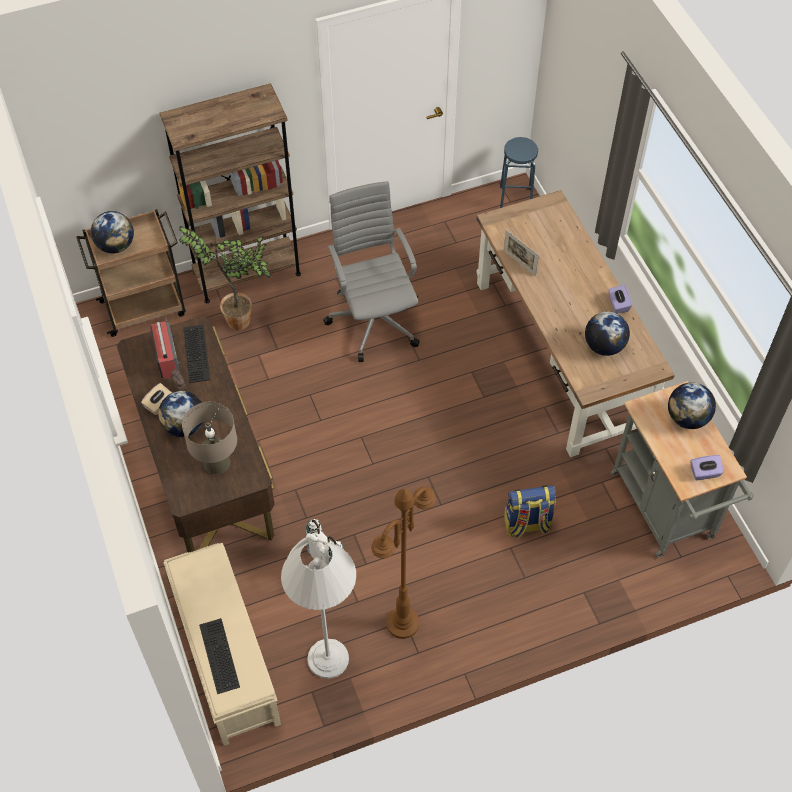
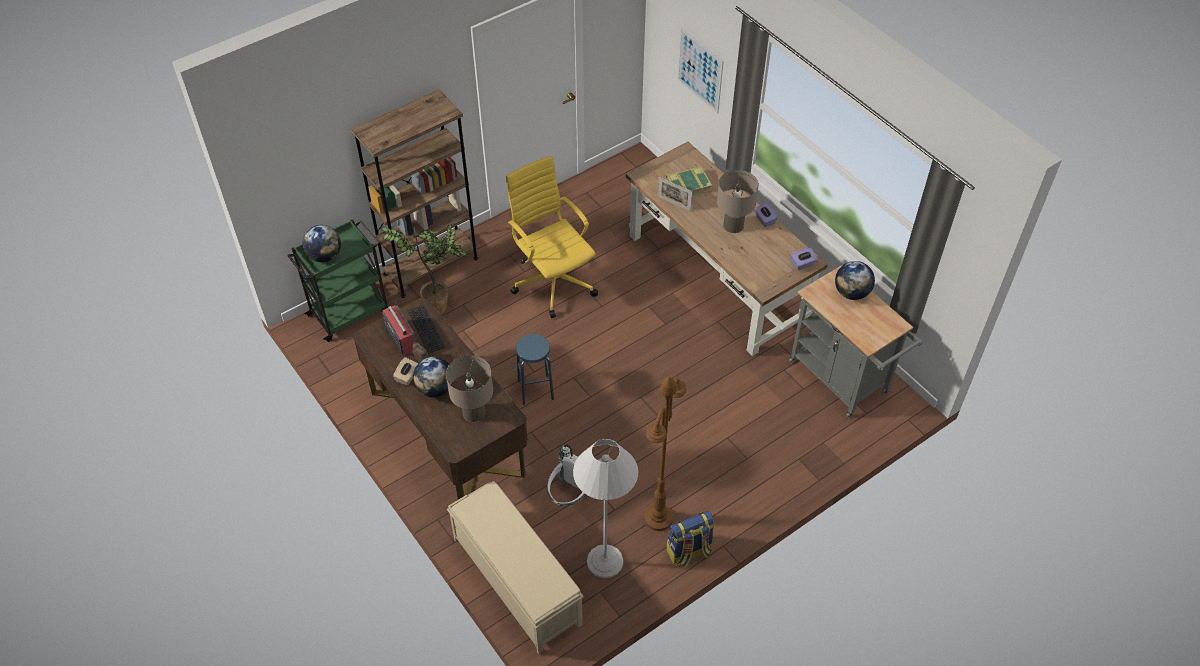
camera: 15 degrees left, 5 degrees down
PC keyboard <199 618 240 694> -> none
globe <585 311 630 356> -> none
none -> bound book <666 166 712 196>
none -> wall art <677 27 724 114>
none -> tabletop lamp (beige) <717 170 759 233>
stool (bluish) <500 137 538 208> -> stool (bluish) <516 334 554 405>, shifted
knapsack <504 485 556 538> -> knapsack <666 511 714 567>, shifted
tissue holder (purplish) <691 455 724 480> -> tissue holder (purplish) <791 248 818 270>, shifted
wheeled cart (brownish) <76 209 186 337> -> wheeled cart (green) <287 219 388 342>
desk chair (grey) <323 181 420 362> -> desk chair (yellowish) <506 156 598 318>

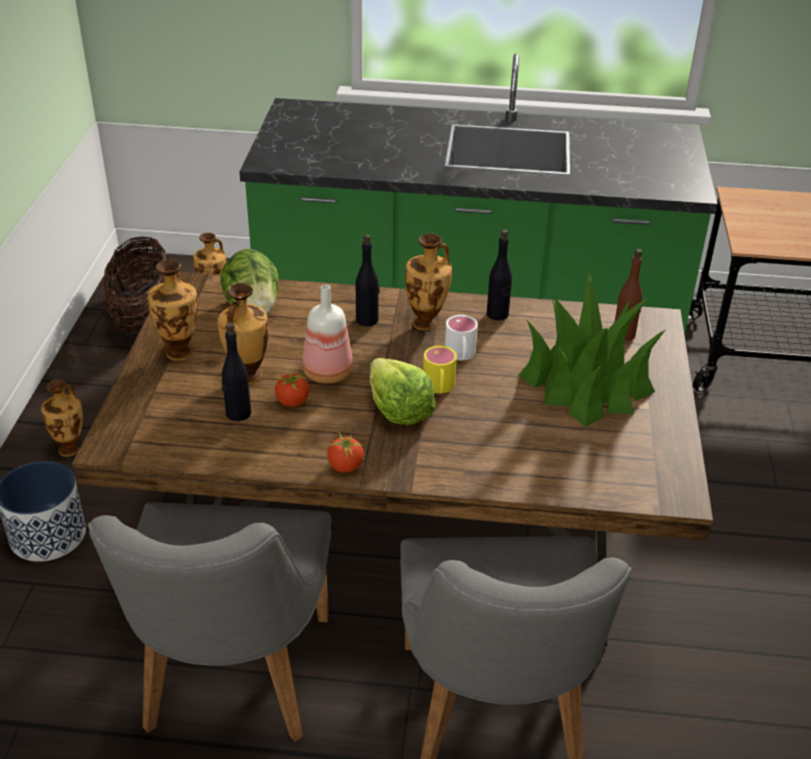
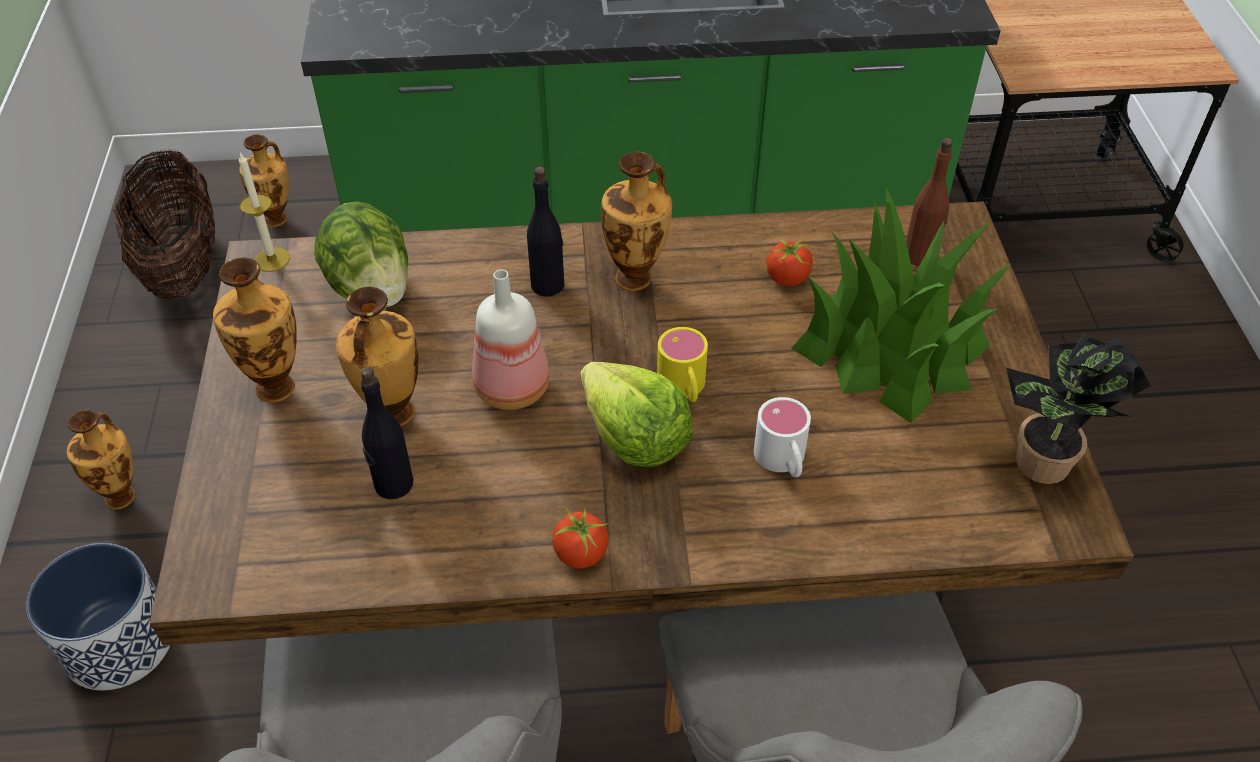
camera: 10 degrees left, 10 degrees up
bottle (black) <487 229 512 320> -> none
none -> candle <239 152 290 272>
none -> potted plant <1006 334 1151 484>
whole tomato <272 371 310 406> -> whole tomato <766 237 813 286>, shifted
coffee mug (white-coloured) <445 315 478 361> -> coffee mug (white-coloured) <754 397 811 477>, shifted

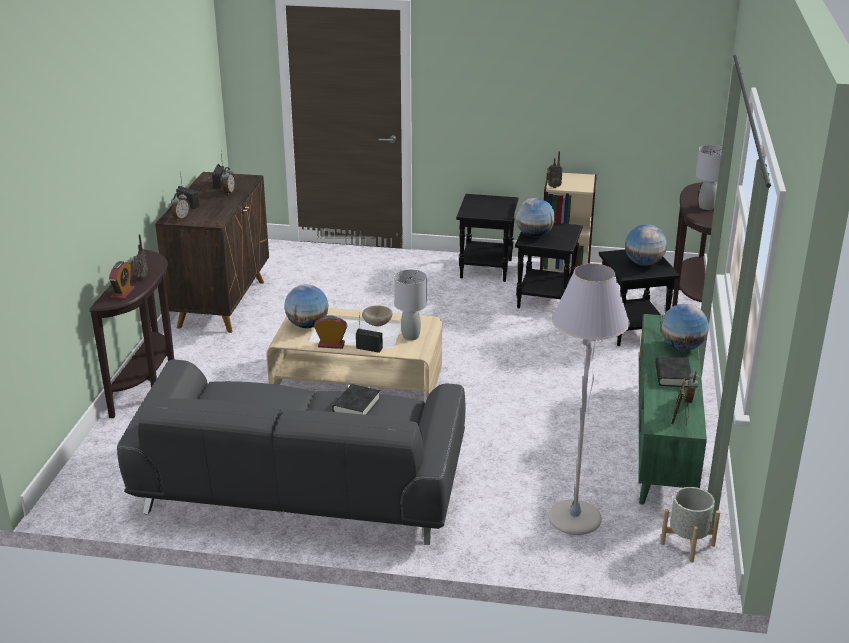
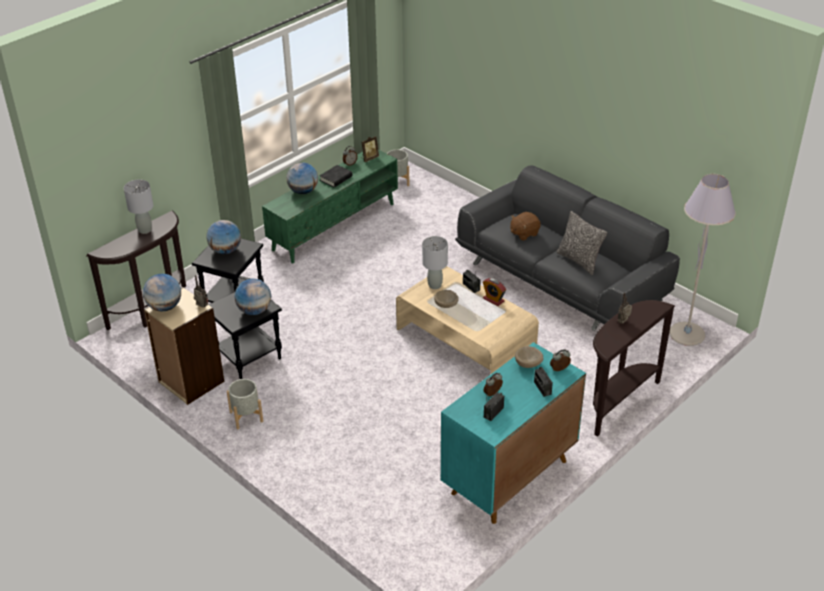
camera: 145 degrees left, 10 degrees up
table clock <109 261 135 300> -> none
none -> deep dish (beige) <515 346 543 368>
none -> cushion <557 211 607 275>
globe <284 284 328 328> -> globe <143 274 181 311>, shifted
floor lamp (grey) <548 263 630 535> -> floor lamp (grey) <669 174 736 346>, shifted
bound book (black) <332 384 380 415> -> plush toy (brownish) <510 212 541 241>
side table (black) <456 194 518 282> -> planter (grey) <227 379 263 430>
cupboard (brownish) <155 172 269 333> -> cupboard (turquoise) <441 342 586 524>

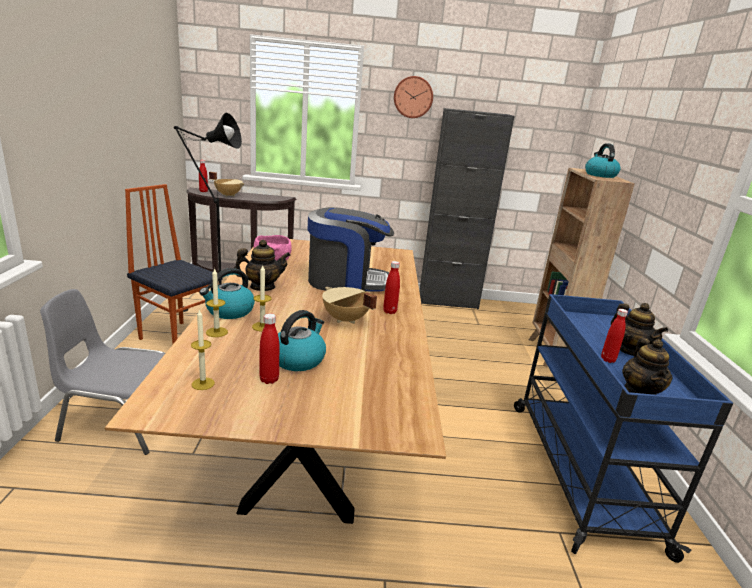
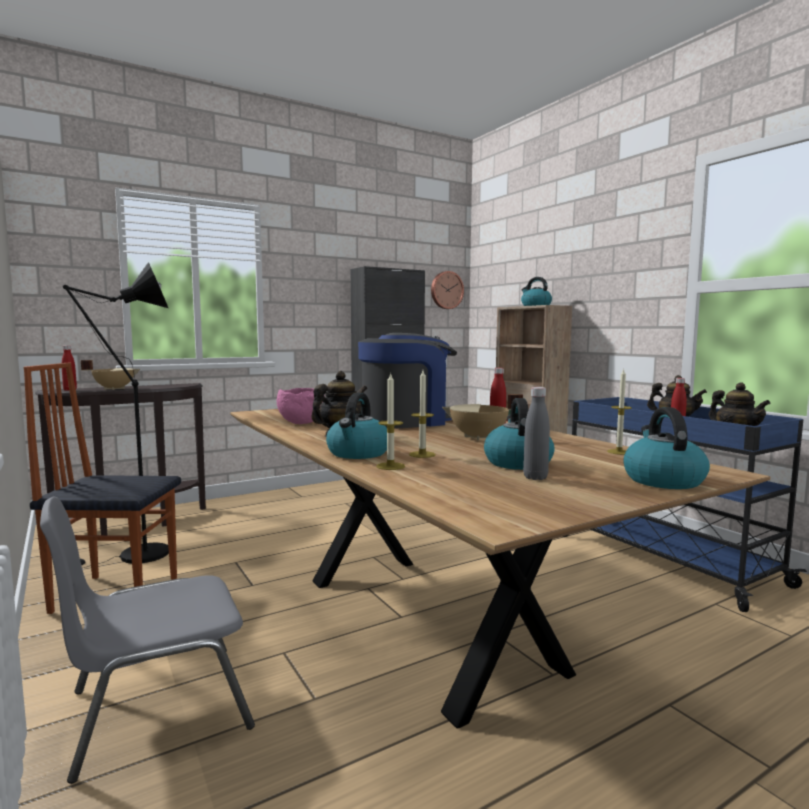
camera: 30 degrees left, 15 degrees down
none -> tea kettle <623 407 710 489>
candle <191 309 215 390> -> candle <607 368 632 455>, shifted
hanging clock <394 76 433 118> -> hanging clock <431 271 464 309>, shifted
bottle (red-coloured) <259 314 279 384> -> bottle (grey) <523 387 550 480>

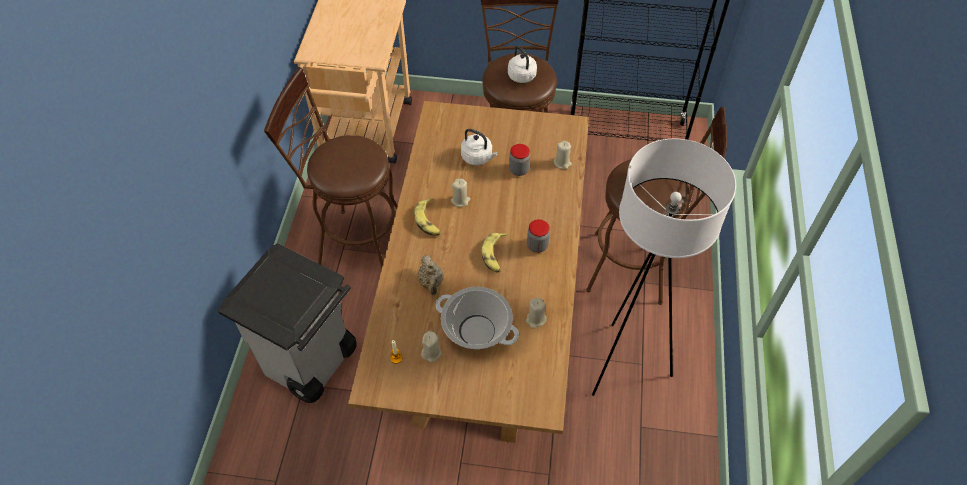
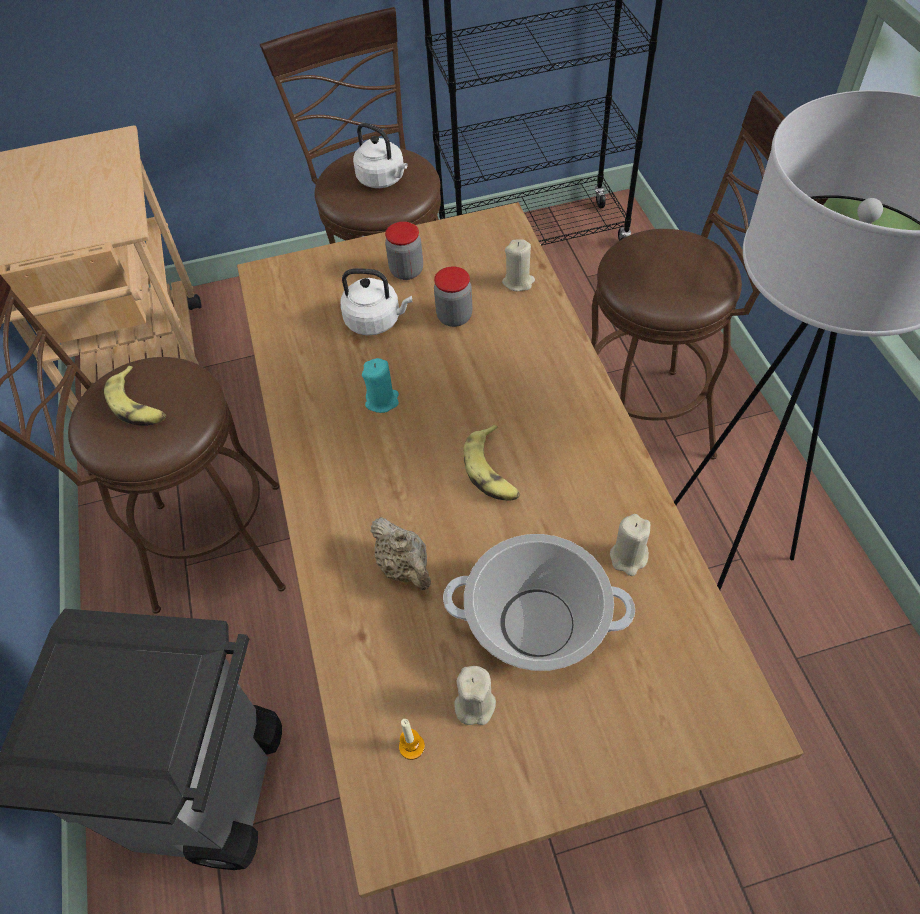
camera: 20 degrees left, 0 degrees up
banana fruit <414 198 441 236> -> banana fruit <104 366 166 426>, shifted
jar <527 219 550 253> -> jar <385 222 423 280>, shifted
candle (beige) <451 179 470 207> -> candle (turquoise) <362 358 399 413>

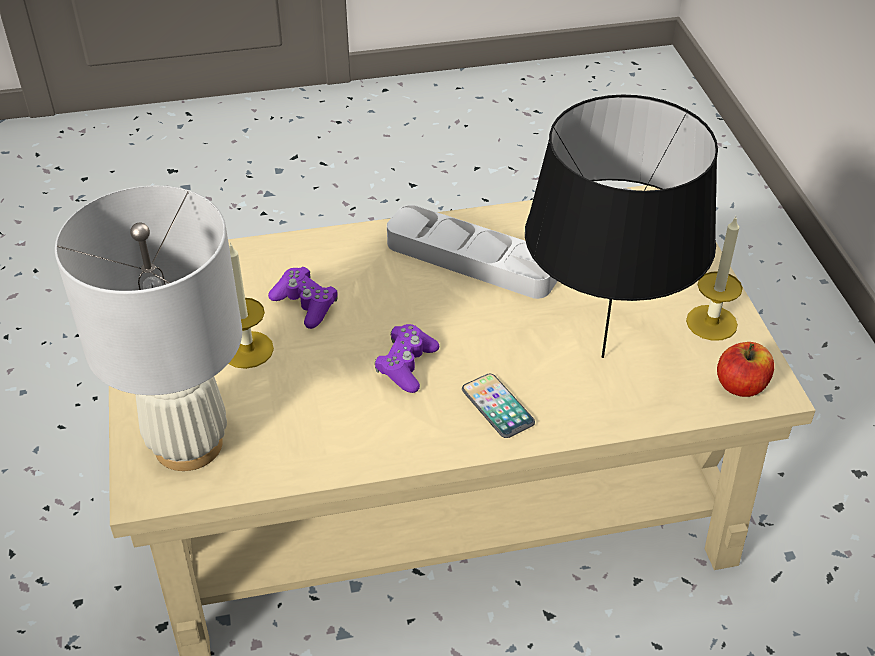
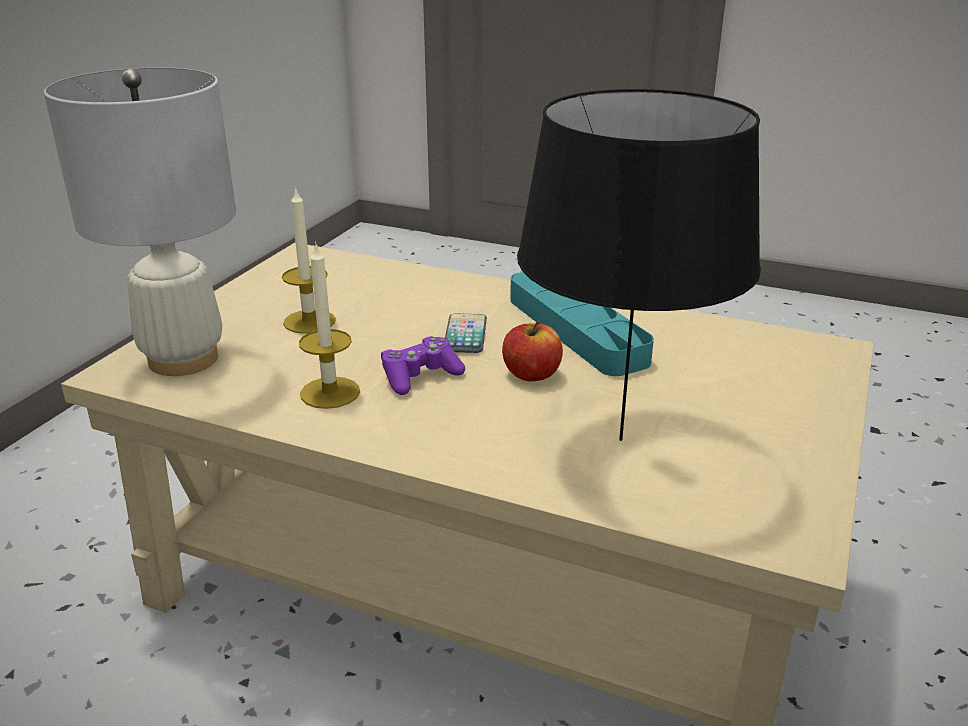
camera: 35 degrees right, 15 degrees down
joypad (purplish) <268 267 338 329> -> none
phone <462 373 535 438> -> phone <445 313 487 353>, shifted
candle <686 216 743 341> -> candle <299 242 360 409>, shifted
apple <717 342 774 397> -> apple <502 321 563 381>, shifted
serving tray (grey) <387 205 558 299> -> serving tray (turquoise) <510 272 654 376>

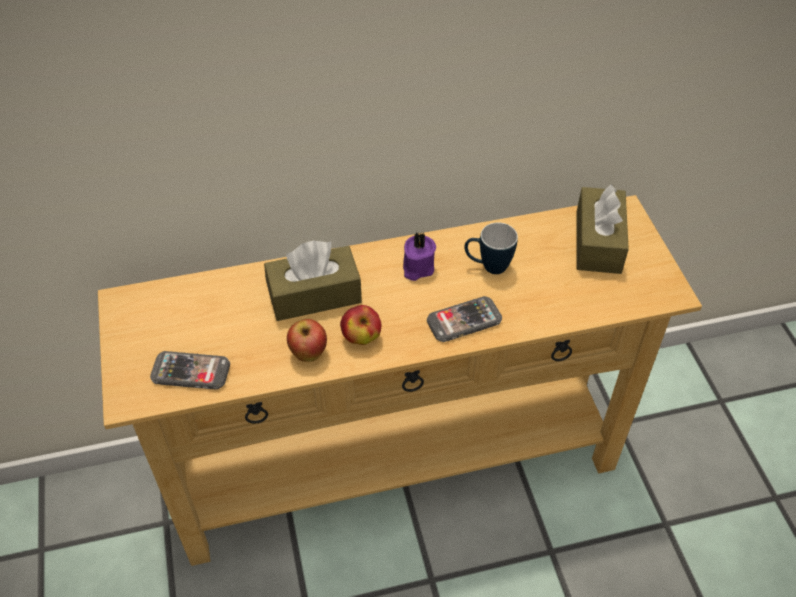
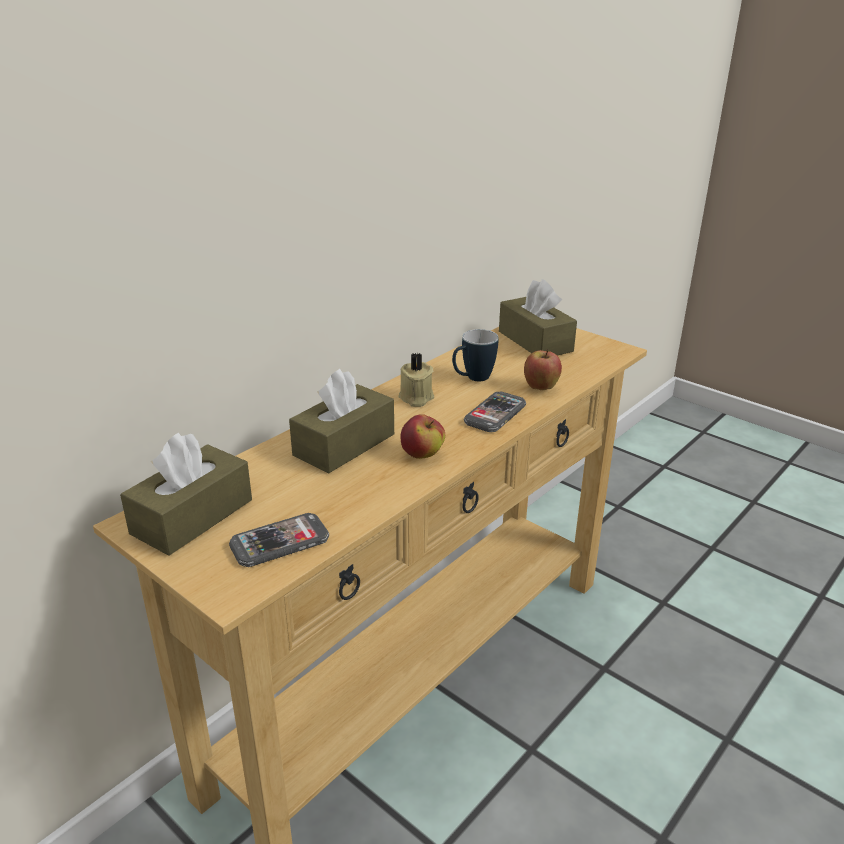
camera: 35 degrees left, 20 degrees down
none -> tissue holder (brownish) <120 432 252 556>
apple <287 319 327 362> -> apple <524 349 562 390>, shifted
candle (purplish) <403 233 436 281> -> candle (beige) <398 353 434 407>

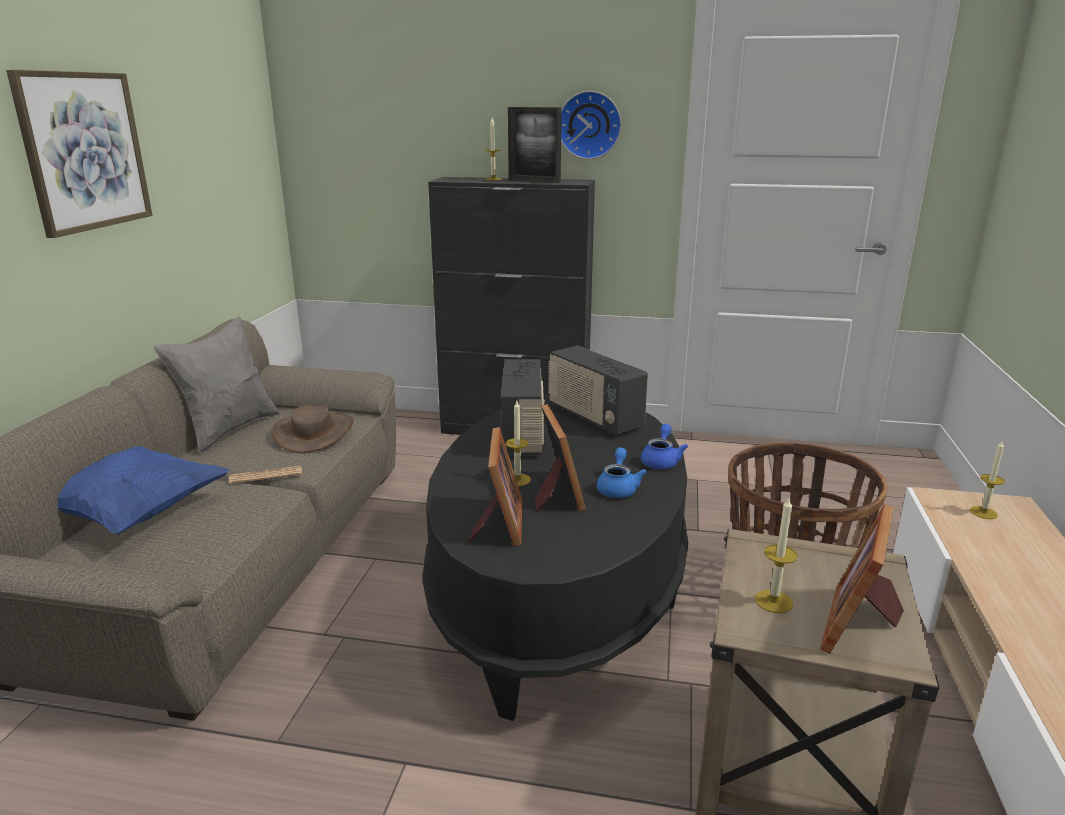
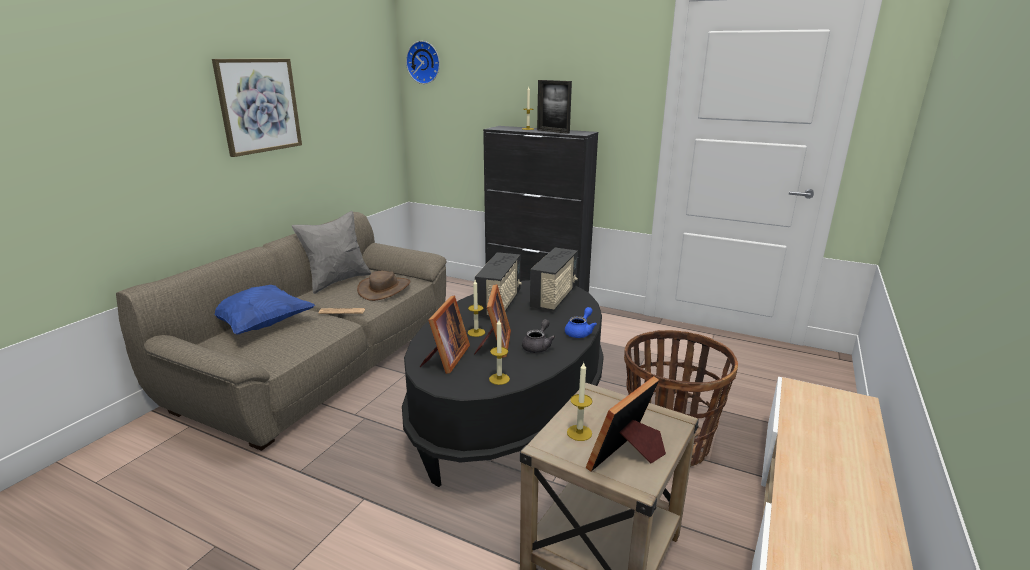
camera: 15 degrees right, 0 degrees up
hanging clock <561 91 622 159> -> hanging clock <406 41 440 84>, shifted
candle <970 440 1005 519> -> candle <489 320 510 385>, shifted
teapot (bluish) <597 447 647 498> -> teapot (grey) <522 319 555 353>
radio receiver <548 345 648 435> -> radio receiver <530 248 578 311>, 135 degrees counterclockwise

